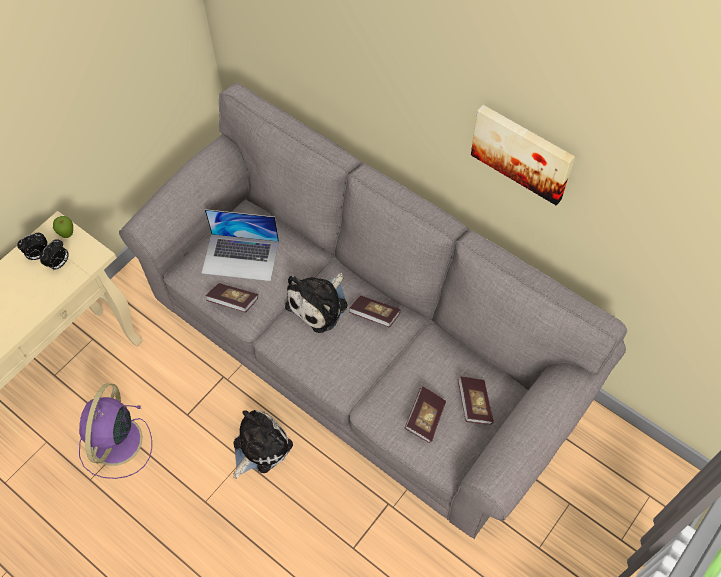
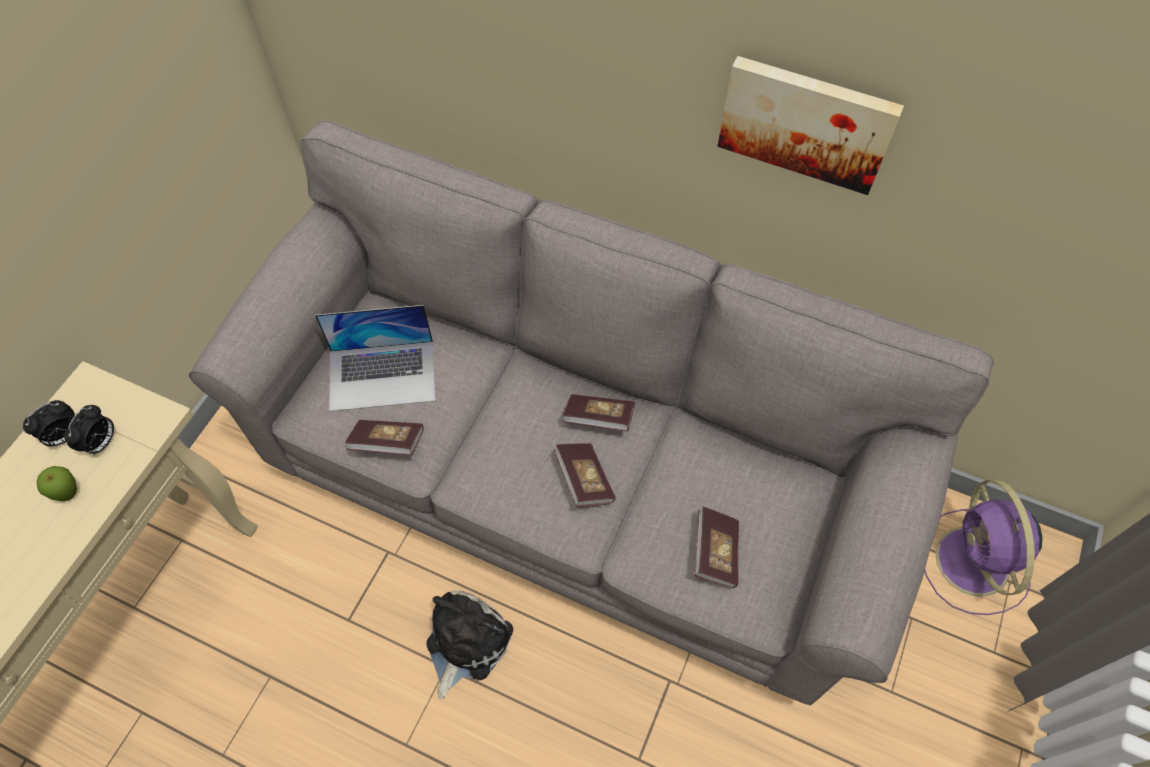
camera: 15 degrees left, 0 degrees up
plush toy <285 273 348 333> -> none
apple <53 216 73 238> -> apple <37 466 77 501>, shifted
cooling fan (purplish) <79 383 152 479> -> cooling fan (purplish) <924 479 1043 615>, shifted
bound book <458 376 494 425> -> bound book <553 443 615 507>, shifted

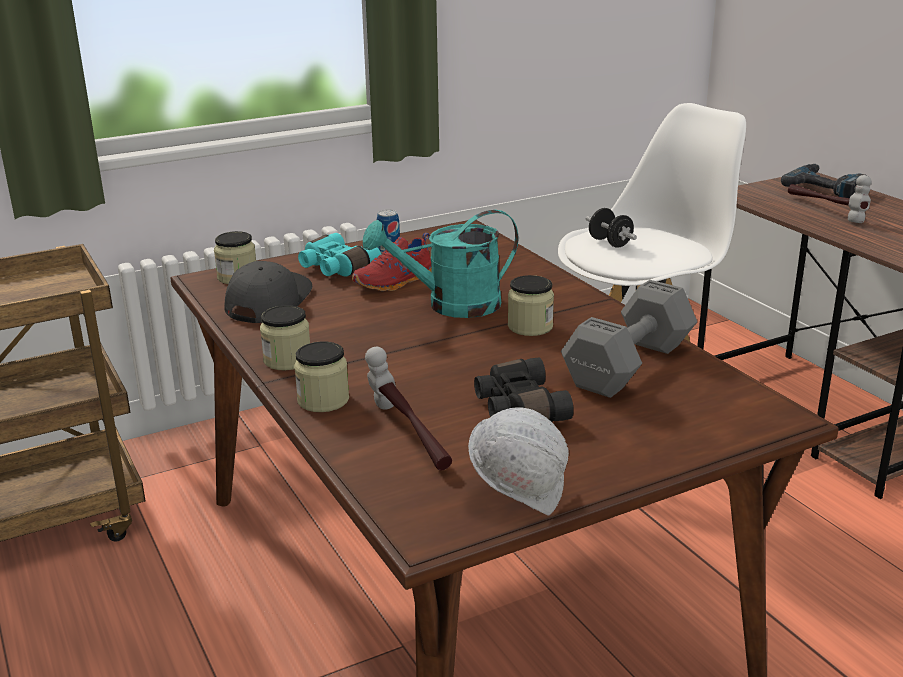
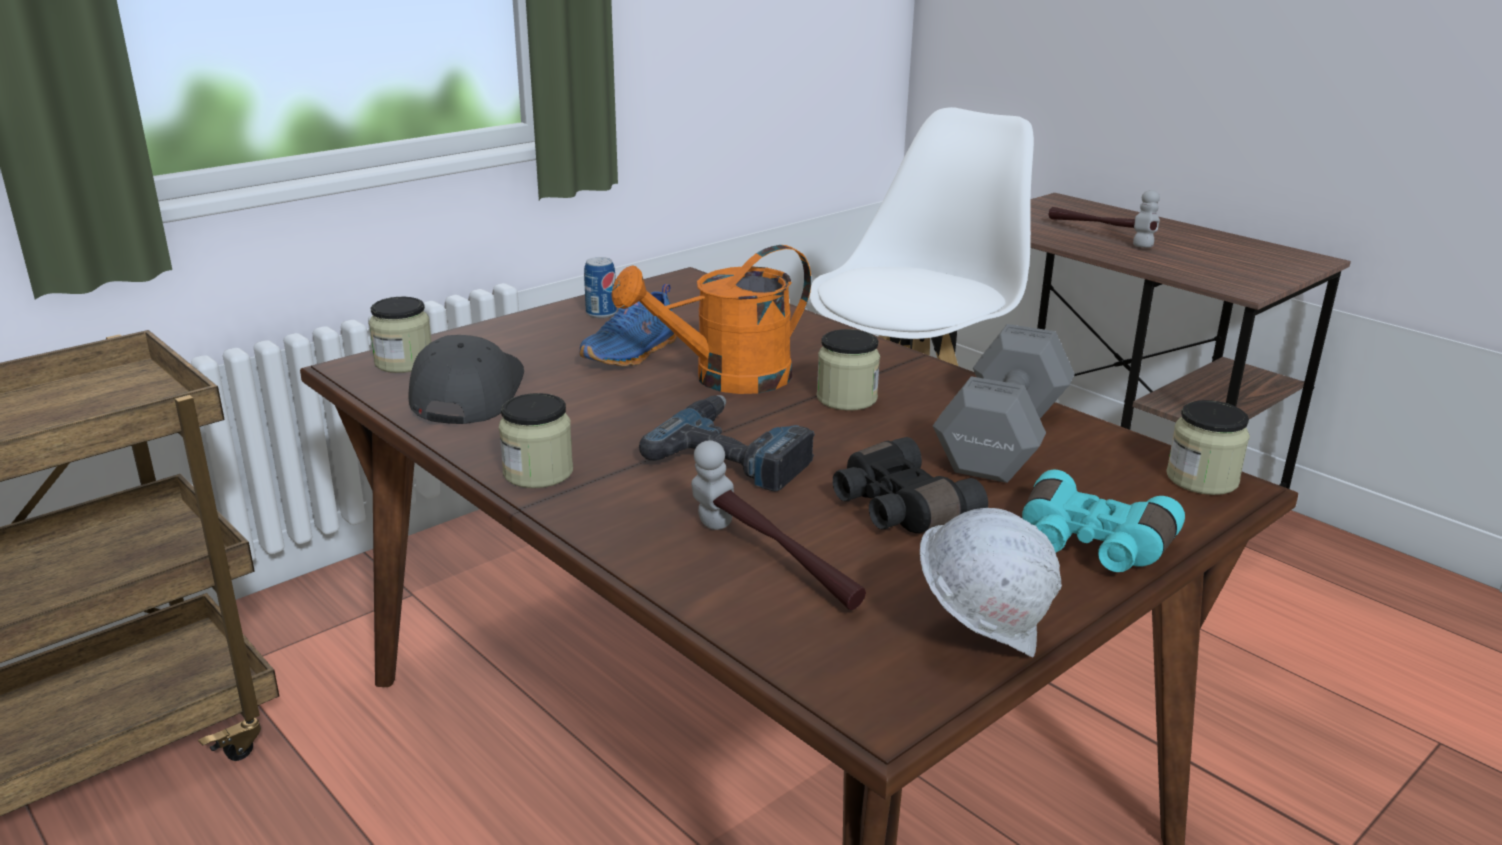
camera: 15 degrees left, 0 degrees up
free weight (black) <586 208 637 248> -> none
jar <294 341 349 412> -> jar <1166 400 1250 495>, shifted
binoculars (turquoise) <298 233 381 276> -> binoculars (turquoise) <1022 470 1185 572>, shifted
electric drill <781 164 865 198> -> electric drill <639 395 815 491>, shifted
low shoe (red-coloured) <352 233 432 291> -> low shoe (bluish) <580 284 677 366>
sprinkling can (turquoise) <363 210 519 318> -> sprinkling can (orange) <611 245 811 394>

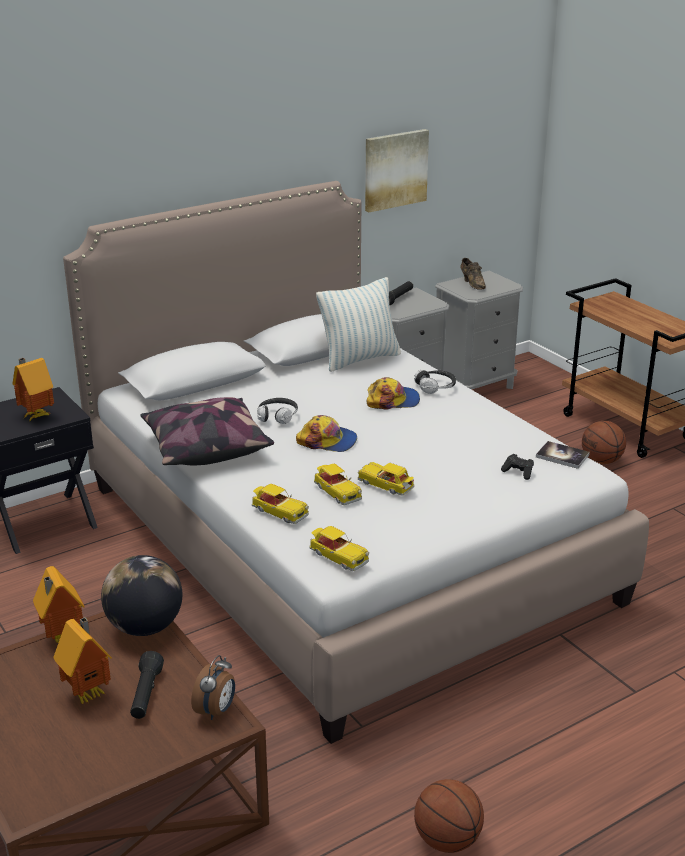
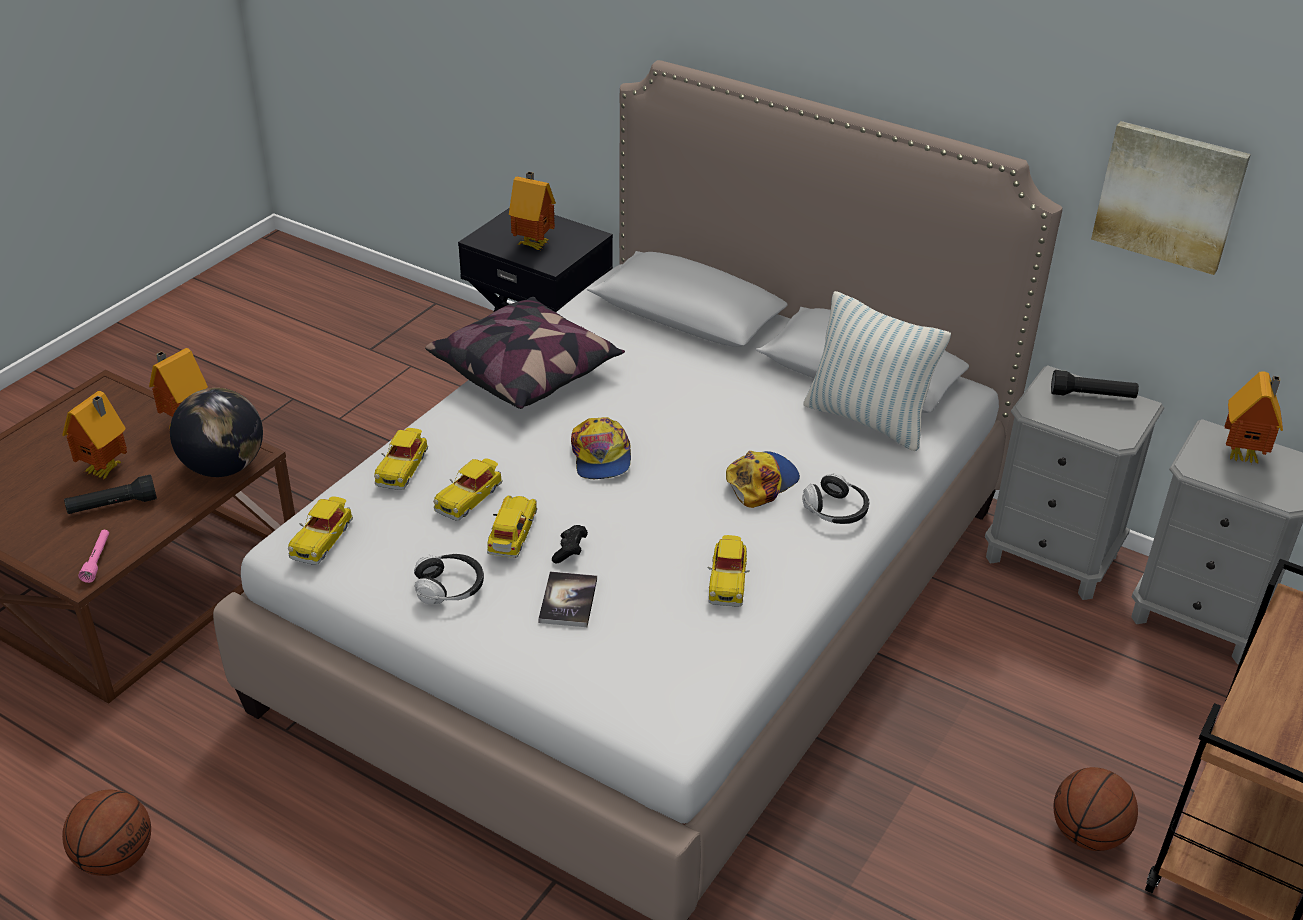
camera: 65 degrees right, 10 degrees up
none -> model car <707 535 750 607>
headset <257 398 298 424> -> headset <414 554 484 604>, shifted
joypad (black) <501 454 534 480> -> joypad (black) <552 525 588 563>, shifted
bound book <536 441 590 469> -> bound book <538 572 597 627>, shifted
table clock <191 655 235 720> -> torch (pink-coloured) <78 530 109 583>
low shoe (brownish) <460 258 486 290> -> miniature house <1224 371 1283 464>
cap <366 377 420 410> -> cap <726 451 800 508>, 105 degrees counterclockwise

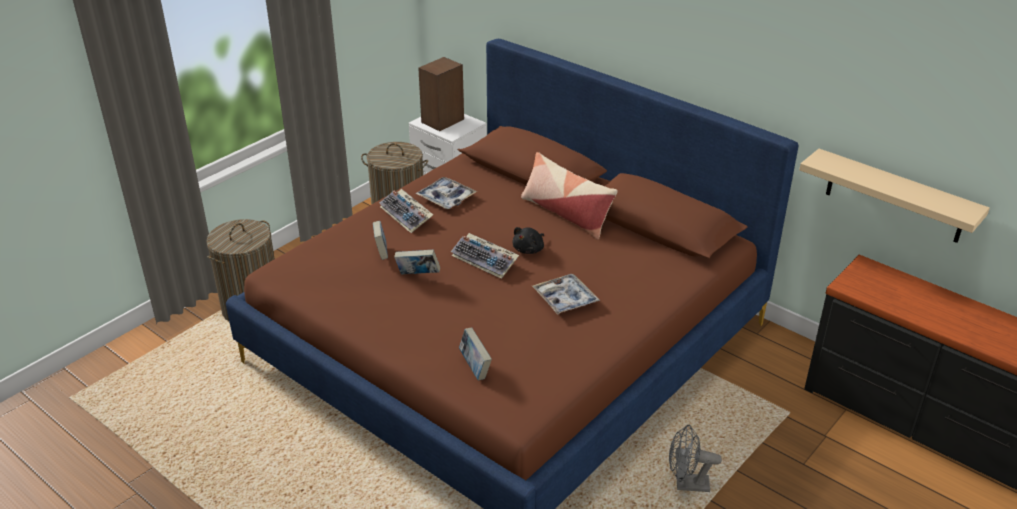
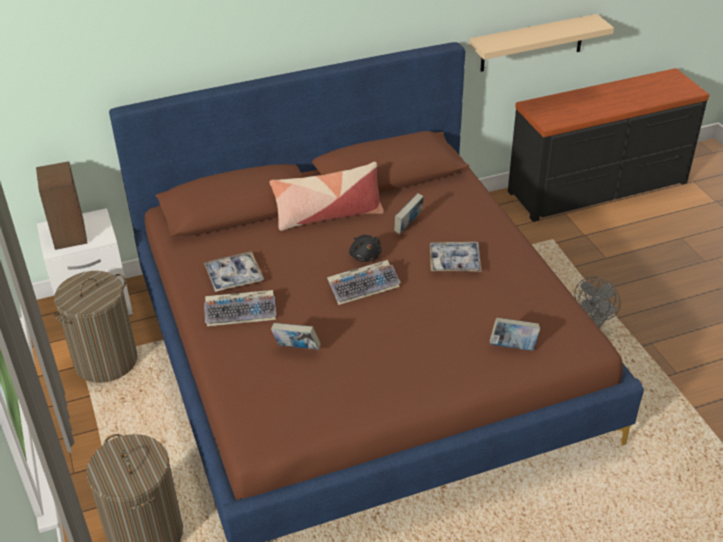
camera: 60 degrees left, 5 degrees up
bound book <394 249 440 274> -> bound book <394 193 424 234>, shifted

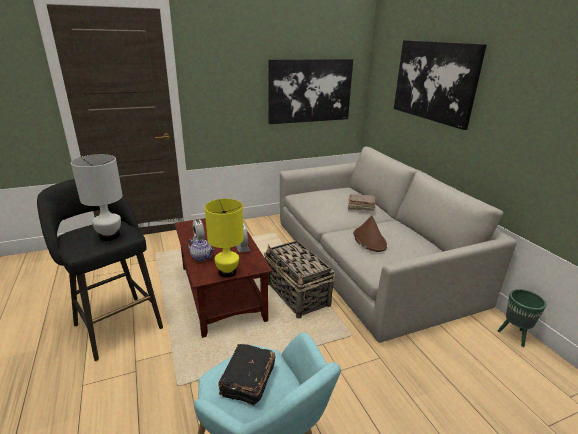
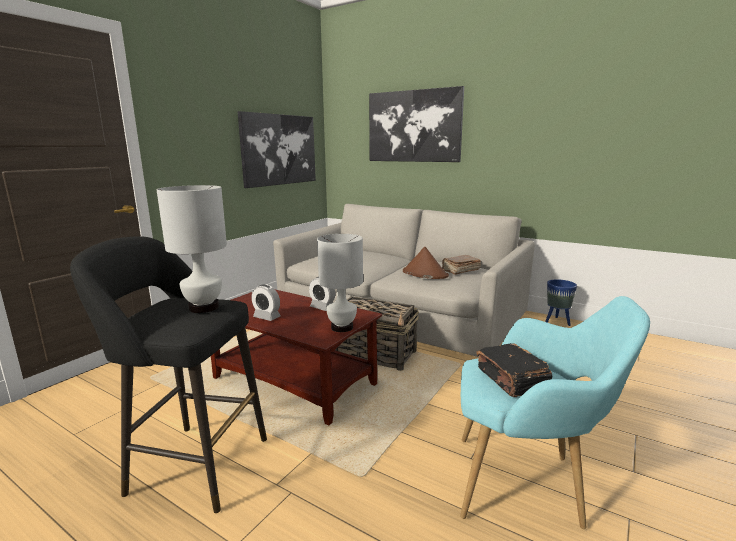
camera: 35 degrees left, 10 degrees down
teapot <187 239 215 262> -> none
bound book (brownish) <348 194 376 211> -> bound book (brownish) <442 255 481 275>, shifted
tabletop lamp (yellowish) <205 199 244 278> -> tabletop lamp (white-coloured) <317 234 363 332>
planter (green) <498 289 546 347> -> planter (bluish) <545 279 577 326>

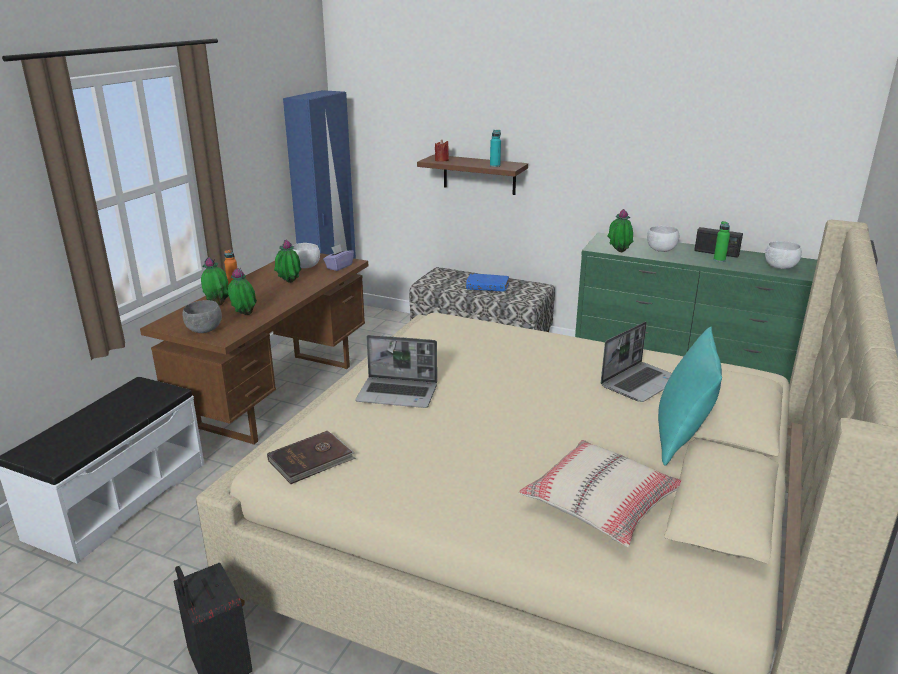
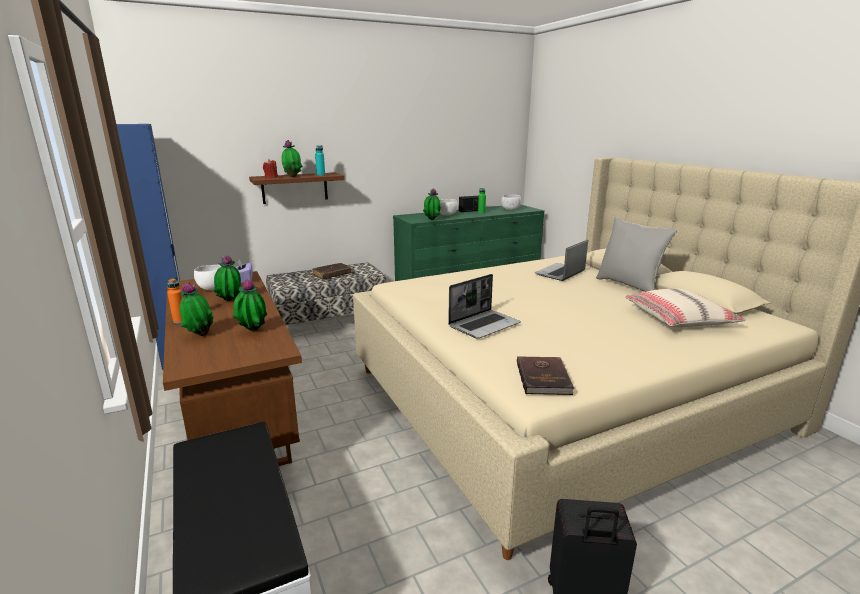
camera: 50 degrees left, 5 degrees down
deep dish (grey) <183 300 222 333> -> none
none -> potted plant <282 140 303 177>
bound book (bluish) <466 273 509 292> -> bound book (brownish) <312 263 351 279>
cushion (turquoise) <658 327 722 466> -> cushion (grey) <596 217 677 292>
notebook computer <601 321 672 402> -> notebook computer <535 240 588 281>, 135 degrees counterclockwise

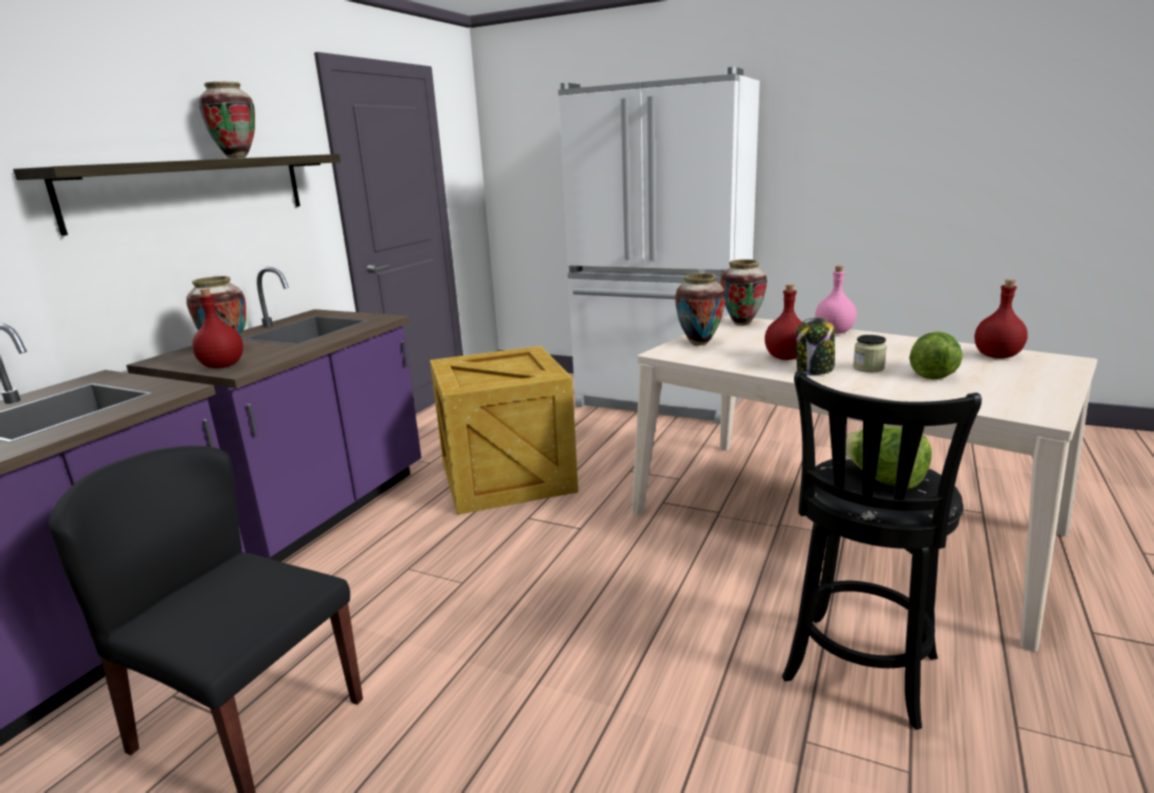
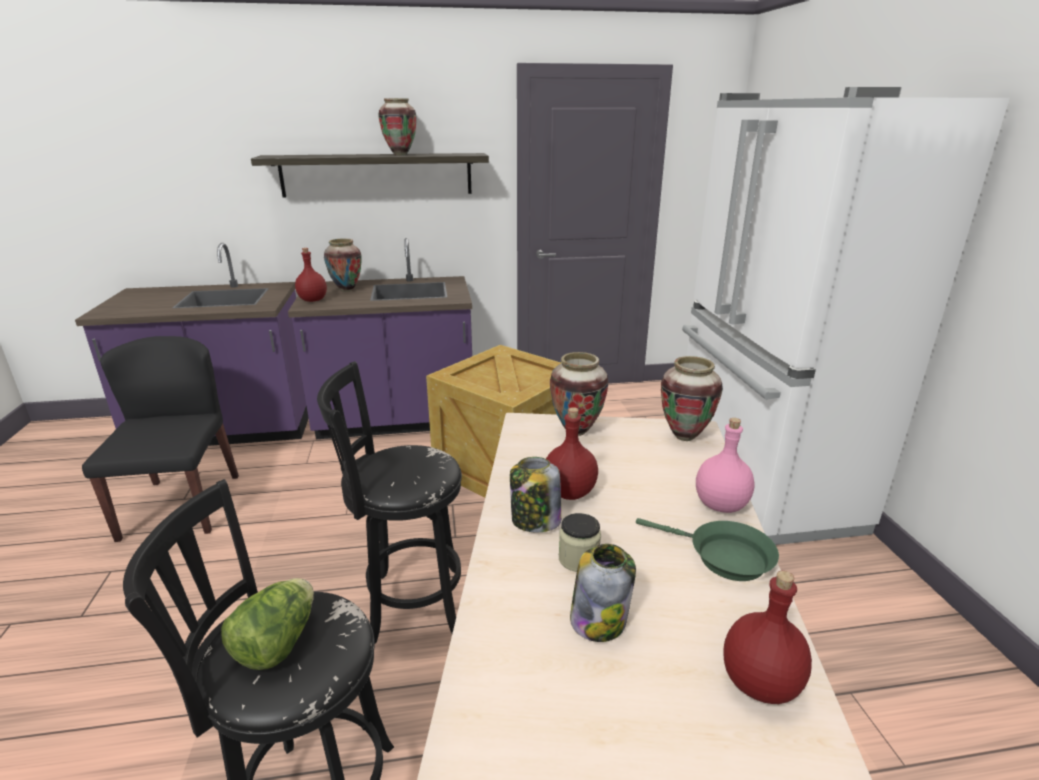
camera: 55 degrees right, 5 degrees up
none -> stool (black) <317 361 462 644>
none -> pan (green) <636 518 779 581>
head of lettuce <909 331 963 380> -> jar <570 544 636 642>

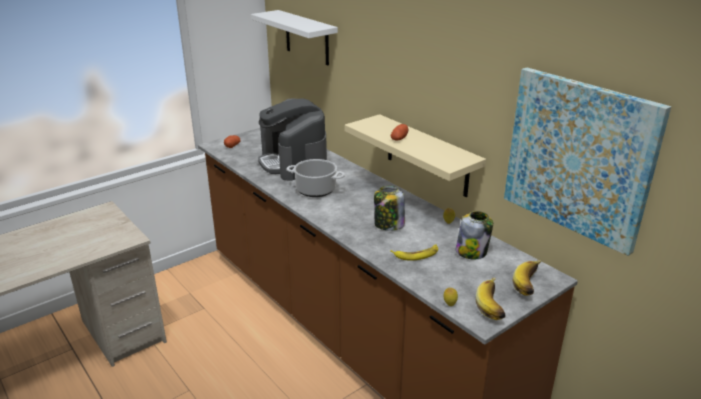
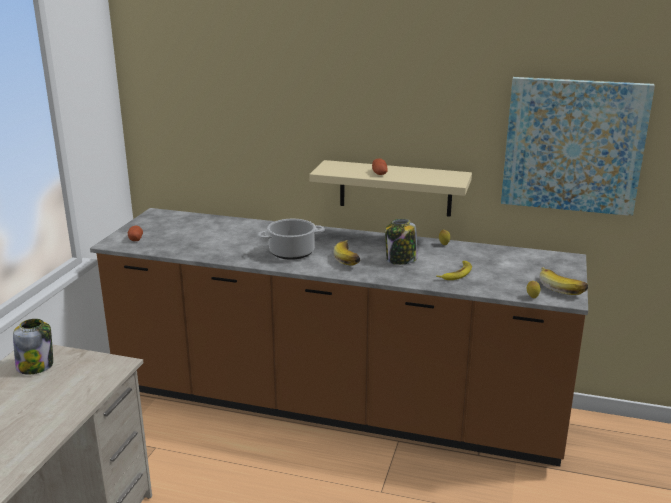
camera: 35 degrees left, 5 degrees down
wall shelf (white-coloured) <251 10 338 65> -> none
coffee maker <258 98 327 181> -> none
jar <456 211 493 259> -> jar <13 319 53 374>, shifted
banana fruit <513 260 541 296> -> banana fruit <334 240 360 266>, shifted

